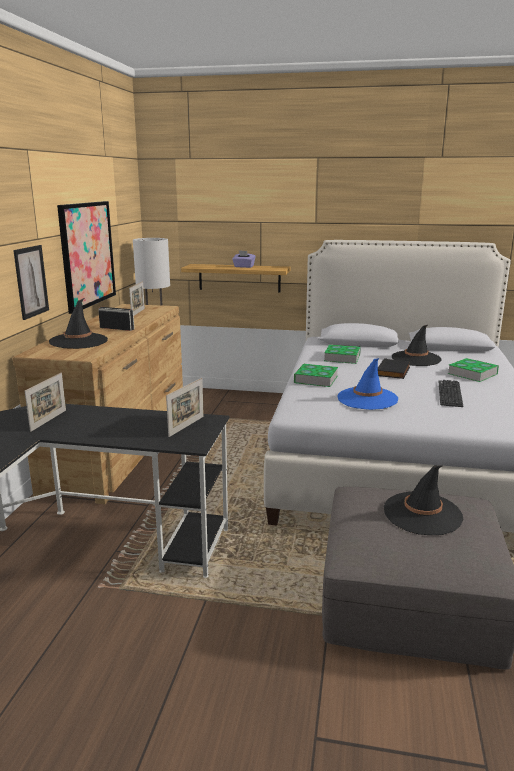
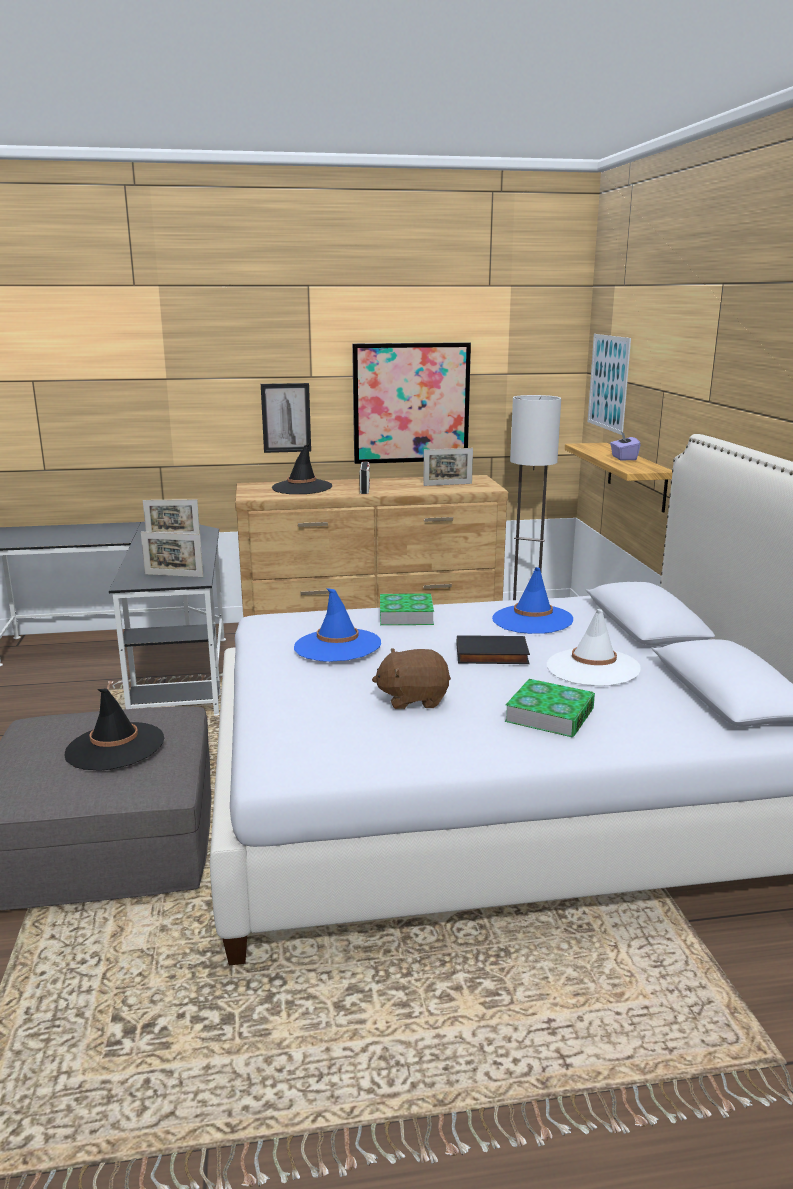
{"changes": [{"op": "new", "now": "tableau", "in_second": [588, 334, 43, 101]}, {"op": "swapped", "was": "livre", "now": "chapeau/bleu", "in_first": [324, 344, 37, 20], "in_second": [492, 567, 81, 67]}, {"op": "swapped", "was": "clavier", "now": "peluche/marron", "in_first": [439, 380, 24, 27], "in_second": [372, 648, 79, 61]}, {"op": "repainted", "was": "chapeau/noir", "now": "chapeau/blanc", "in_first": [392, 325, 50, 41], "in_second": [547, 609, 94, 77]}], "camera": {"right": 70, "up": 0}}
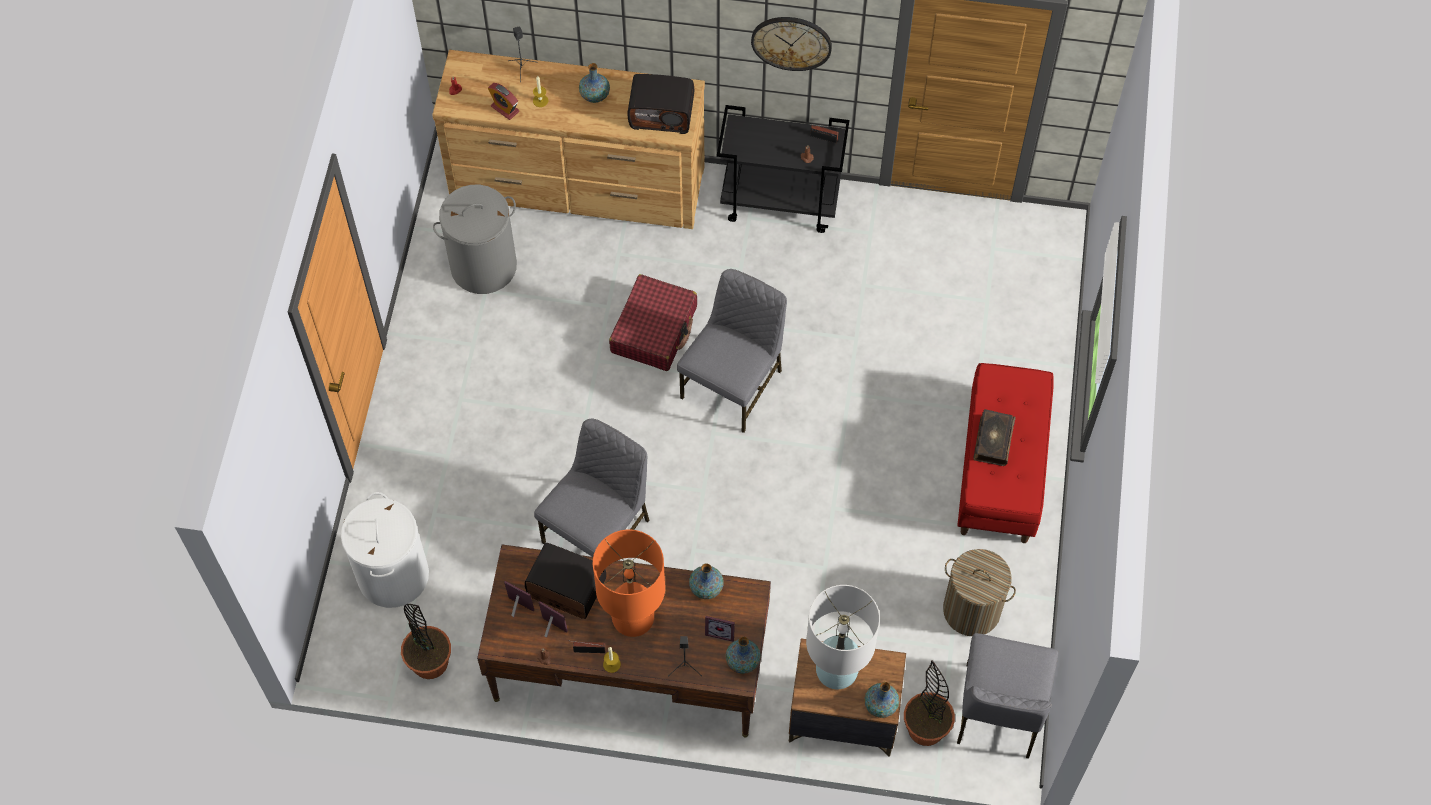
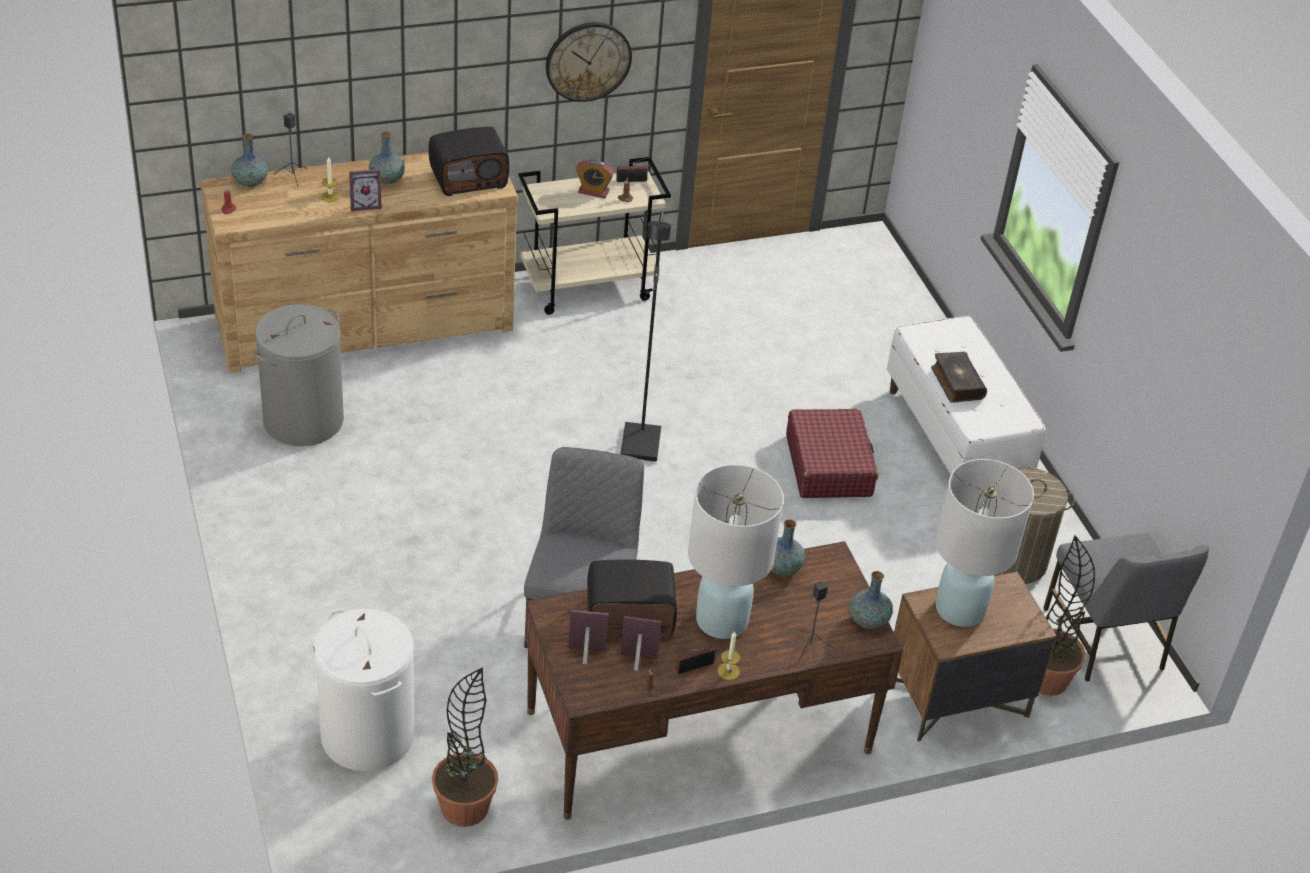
{"changes": [{"op": "shifted", "was": "réveil", "in_first": [488, 83, 31, 37], "in_second": [576, 159, 38, 39]}, {"op": "shifted", "was": "valise/rouge", "in_first": [609, 274, 88, 97], "in_second": [786, 408, 92, 90]}, {"op": "shifted", "was": "cadre photo", "in_first": [705, 616, 30, 26], "in_second": [349, 169, 33, 42]}, {"op": "shifted", "was": "vase", "in_first": [864, 682, 35, 36], "in_second": [232, 134, 36, 53]}, {"op": "swapped", "was": "chaise/gris", "now": "lampadaire/noir", "in_first": [677, 269, 110, 164], "in_second": [621, 211, 50, 251]}, {"op": "repainted", "was": "lampe de table/orange", "now": "lampe de table/blanc", "in_first": [593, 530, 72, 107], "in_second": [688, 464, 96, 175]}, {"op": "repainted", "was": "chariot/noir", "now": "chariot/beige", "in_first": [717, 105, 132, 128], "in_second": [518, 157, 153, 158]}, {"op": "repainted", "was": "banc/rouge", "now": "banc/blanc", "in_first": [957, 363, 97, 180], "in_second": [887, 316, 159, 158]}], "camera": {"right": -30, "up": -20}}
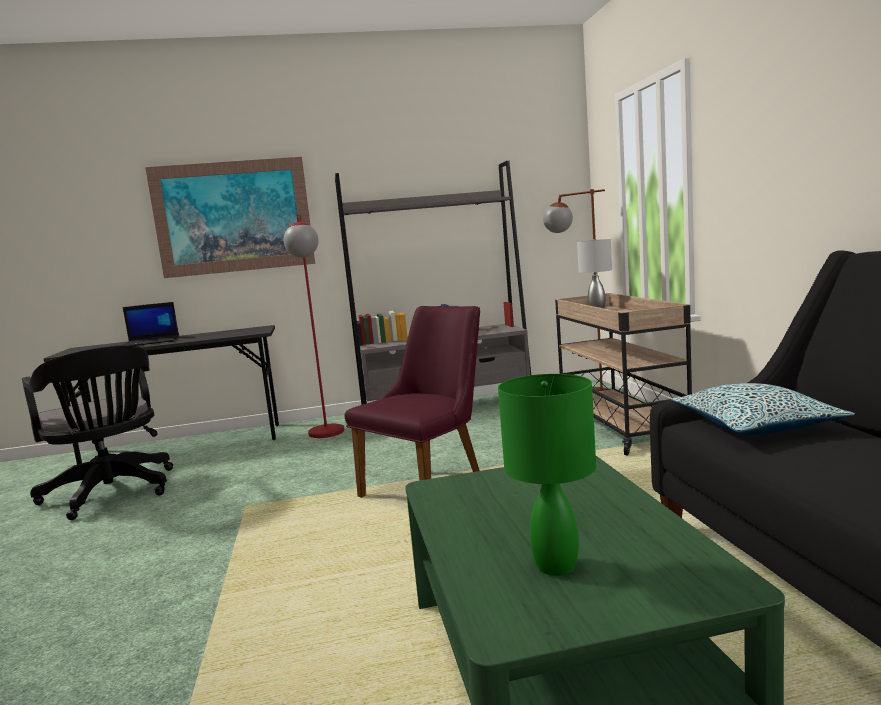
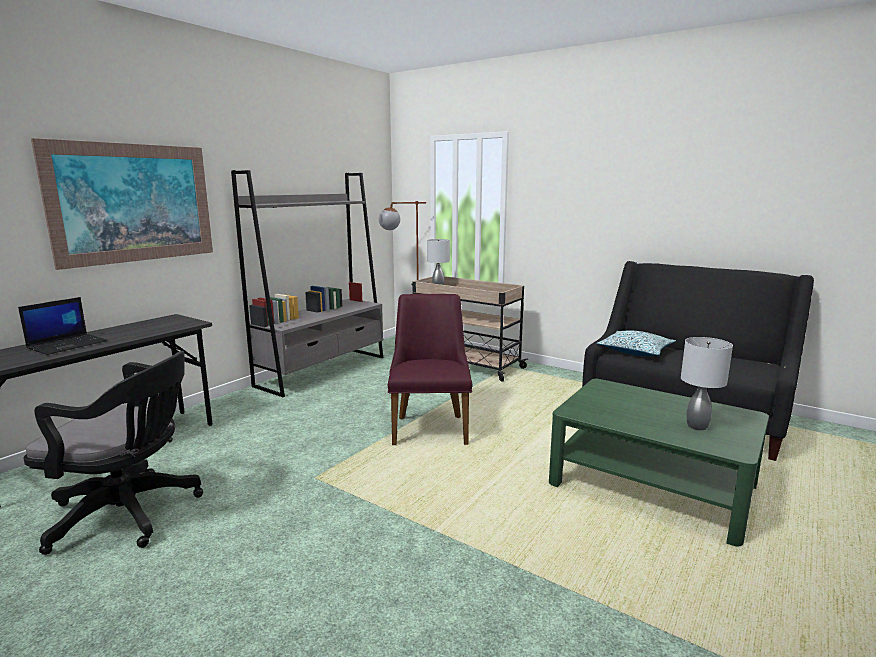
{"changes": [{"op": "gone", "was": "lampadaire/rouge", "in_first": [284, 214, 60, 224]}, {"op": "repainted", "was": "lampe de table/vert", "now": "lampe de table/gris", "in_first": [498, 374, 98, 202], "in_second": [681, 337, 52, 93]}], "camera": {"right": -45, "up": 5}}
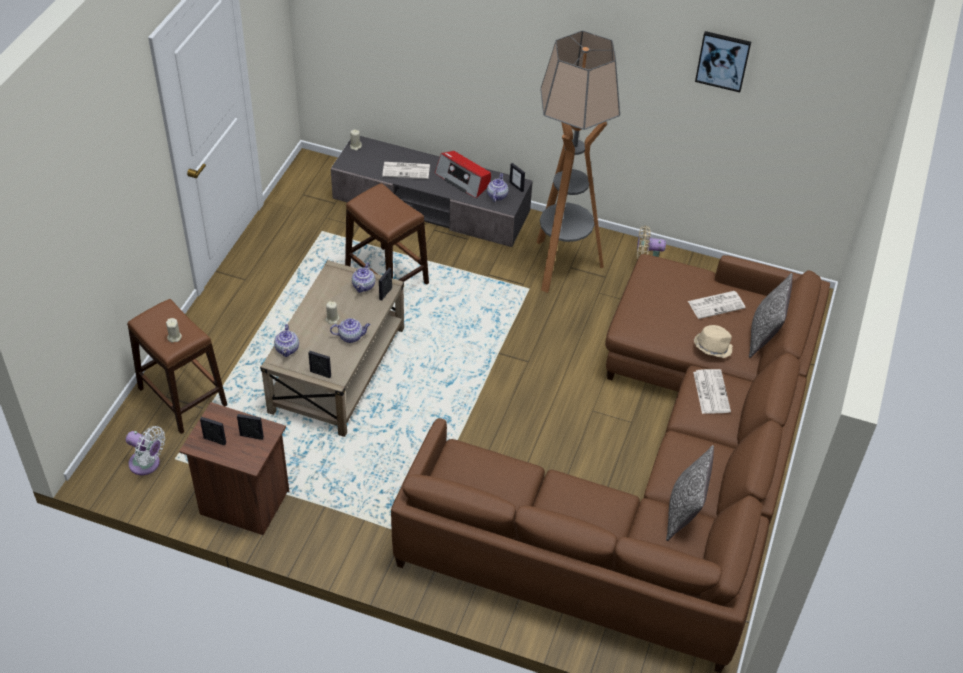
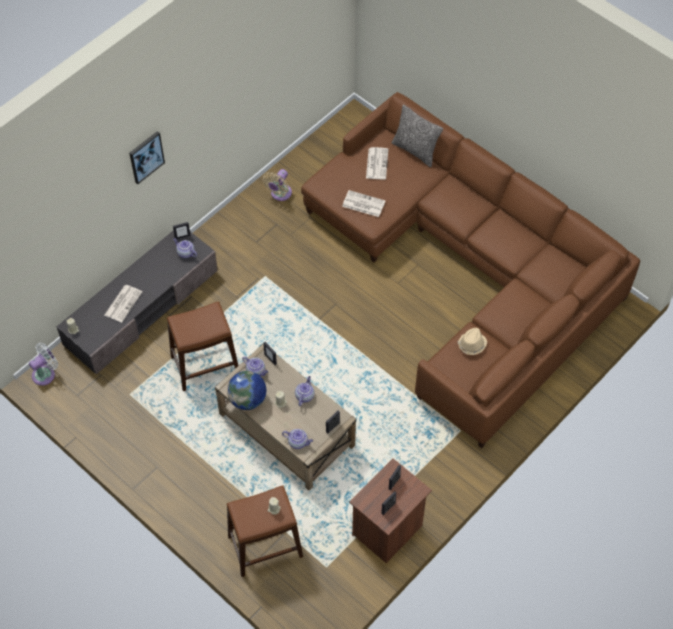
{"changes": [{"op": "gone", "was": "radio", "in_first": [435, 151, 56, 47]}, {"op": "gone", "was": "lampadaire", "in_first": [537, 31, 83, 262]}, {"op": "gone", "was": "coussin", "in_first": [666, 445, 48, 96]}, {"op": "new", "now": "globe", "in_second": [227, 371, 39, 39]}, {"op": "shifted", "was": "ventilateur/blanc", "in_first": [126, 426, 39, 49], "in_second": [29, 343, 29, 43]}, {"op": "shifted", "was": "journal", "in_first": [693, 369, 38, 45], "in_second": [342, 190, 43, 27]}, {"op": "shifted", "was": "chapeau/beige", "in_first": [694, 325, 39, 33], "in_second": [457, 328, 30, 27]}, {"op": "shifted", "was": "tableau", "in_first": [695, 31, 56, 61], "in_second": [129, 131, 36, 53]}], "camera": {"right": -65, "up": 10}}
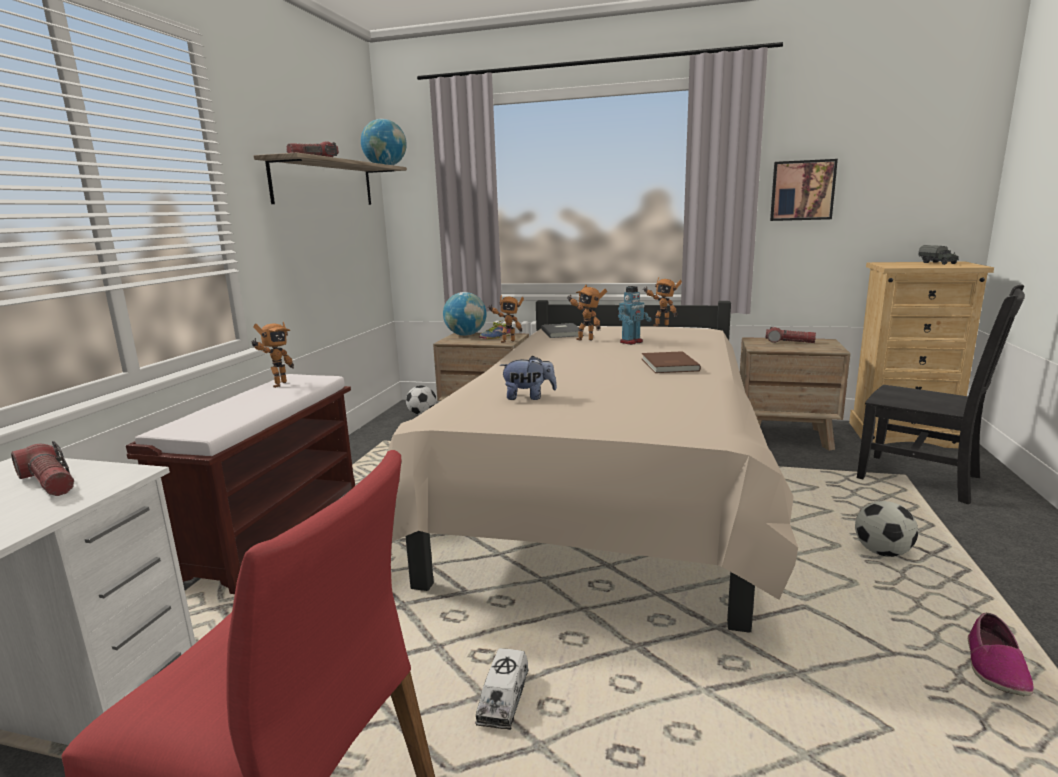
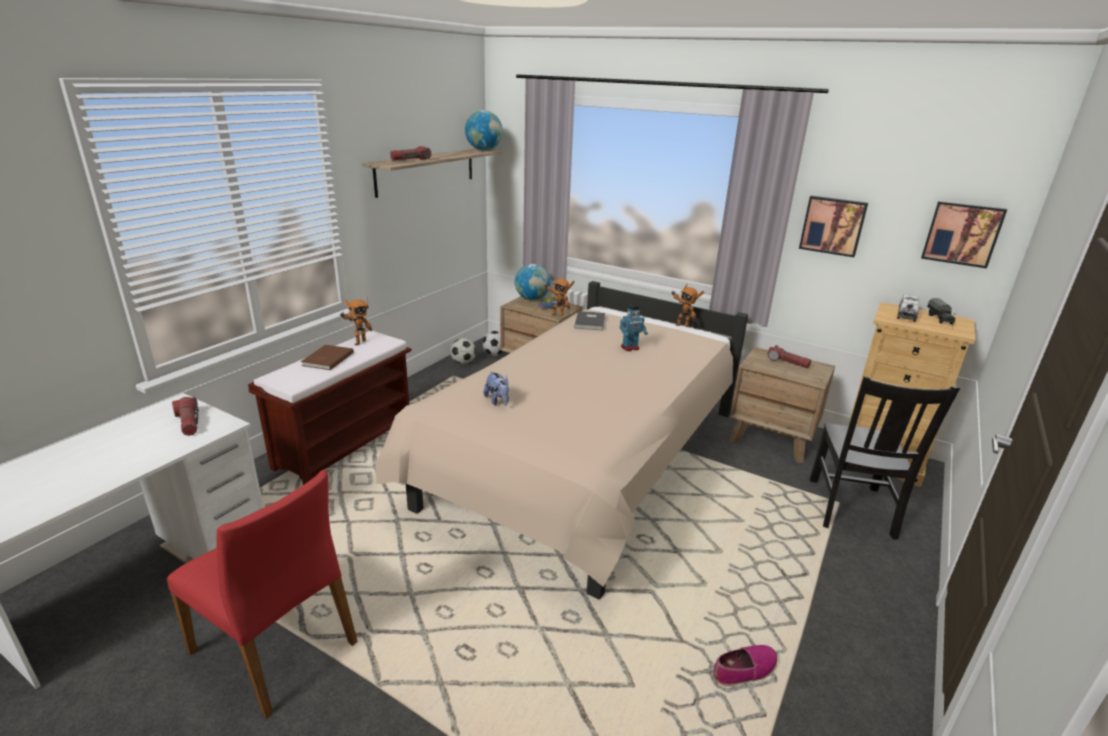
{"changes": [{"op": "gone", "was": "robot jouet", "in_first": [568, 285, 39, 56]}, {"op": "new", "now": "tableau", "in_second": [921, 201, 86, 68]}, {"op": "shifted", "was": "camion jouet", "in_first": [475, 648, 54, 82], "in_second": [897, 295, 22, 27]}, {"op": "shifted", "was": "livre/marron", "in_first": [642, 351, 59, 22], "in_second": [301, 345, 53, 25]}, {"op": "shifted", "was": "ballon de foot", "in_first": [855, 501, 63, 56], "in_second": [450, 338, 26, 26]}, {"op": "rotated", "was": "peluche", "in_first": [500, 355, 57, 45], "in_second": [484, 371, 25, 35], "clockwise": 45}, {"op": "rotated", "was": "chaise/noir", "in_first": [857, 285, 168, 219], "in_second": [810, 376, 150, 164], "clockwise": 45}, {"op": "rotated", "was": "chaussure", "in_first": [968, 613, 66, 83], "in_second": [713, 645, 64, 42], "clockwise": -150}], "camera": {"right": 15, "up": 10}}
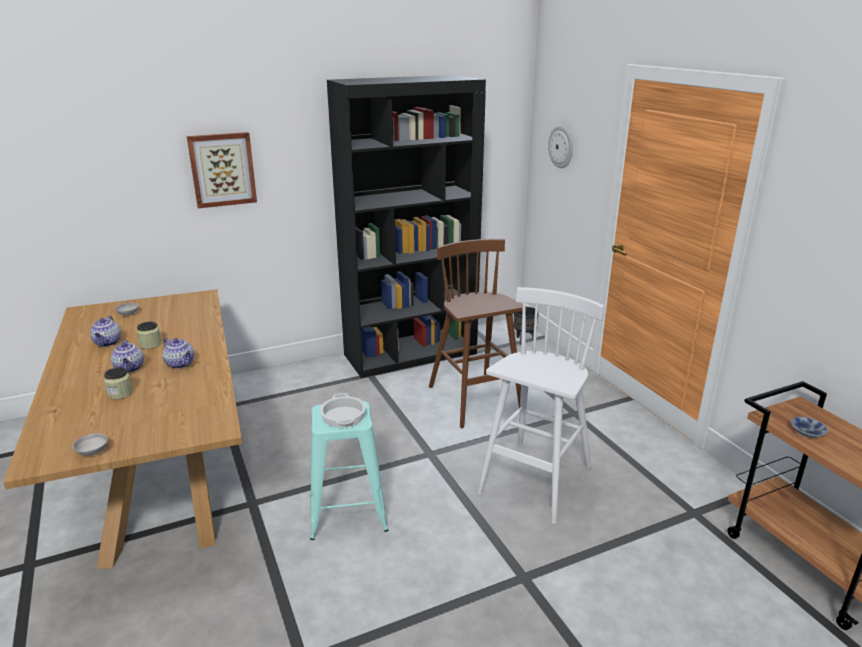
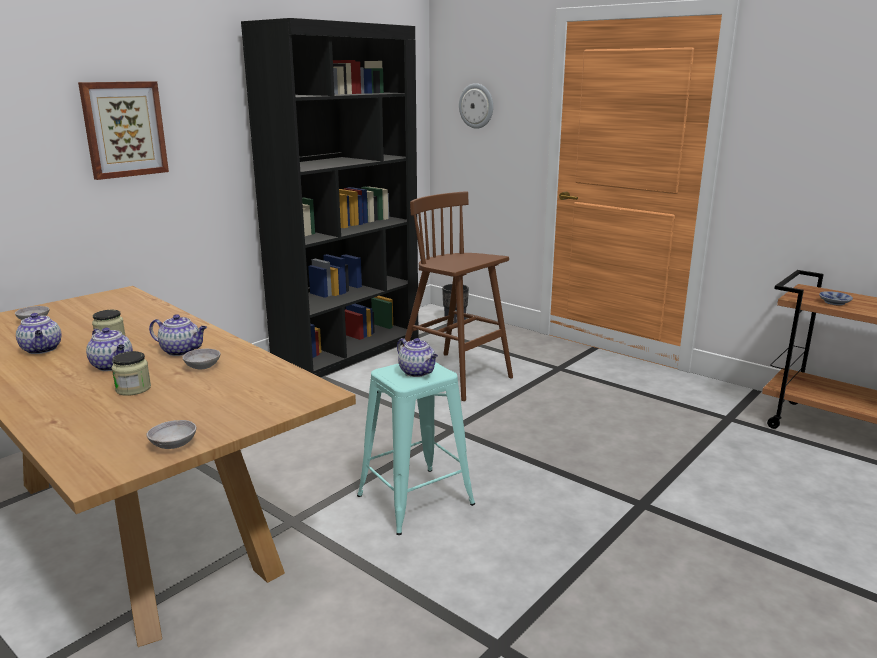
{"changes": [{"op": "gone", "was": "tabouret/blanc", "in_first": [477, 287, 127, 237]}, {"op": "new", "now": "bol/gris", "in_second": [182, 349, 39, 20]}, {"op": "swapped", "was": "marmite", "now": "théière", "in_first": [320, 393, 46, 35], "in_second": [397, 338, 41, 39]}], "camera": {"right": -25, "up": -5}}
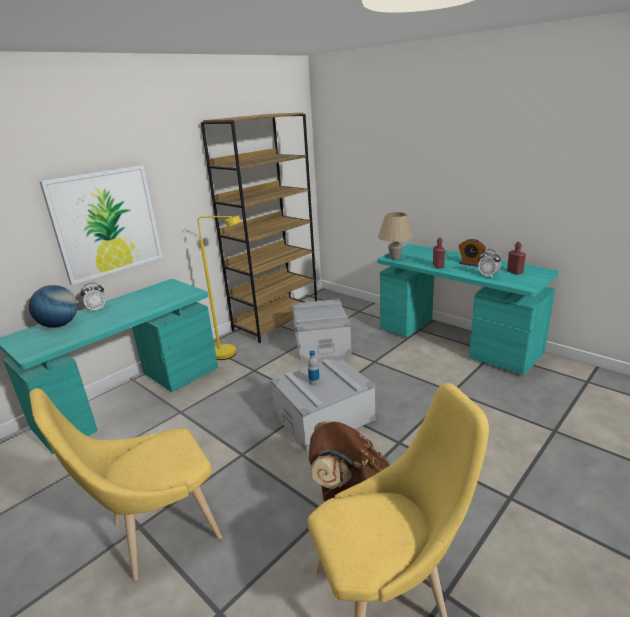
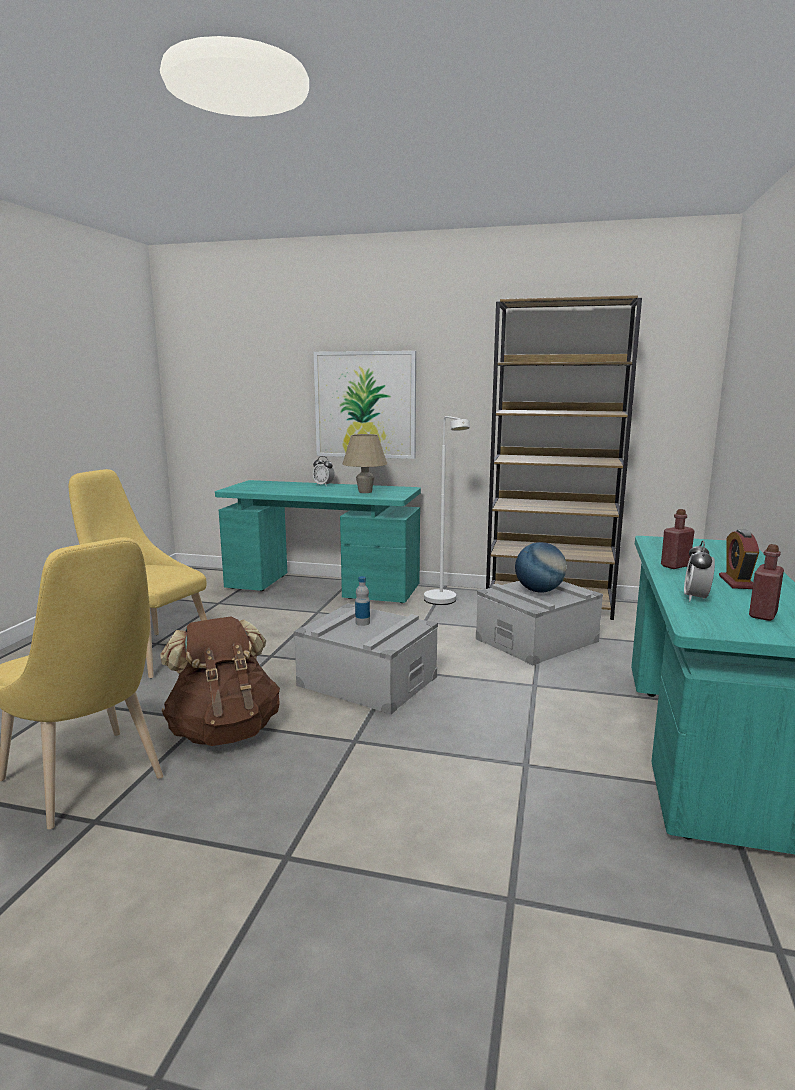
{"changes": [{"op": "shifted", "was": "globe", "in_first": [29, 285, 48, 43], "in_second": [515, 542, 51, 51]}, {"op": "shifted", "was": "lampe de table/beige", "in_first": [378, 212, 36, 48], "in_second": [343, 434, 44, 59]}, {"op": "repainted", "was": "lampadaire/jaune", "now": "lampadaire/blanc", "in_first": [198, 216, 43, 144], "in_second": [424, 416, 46, 189]}], "camera": {"right": 60, "up": -10}}
